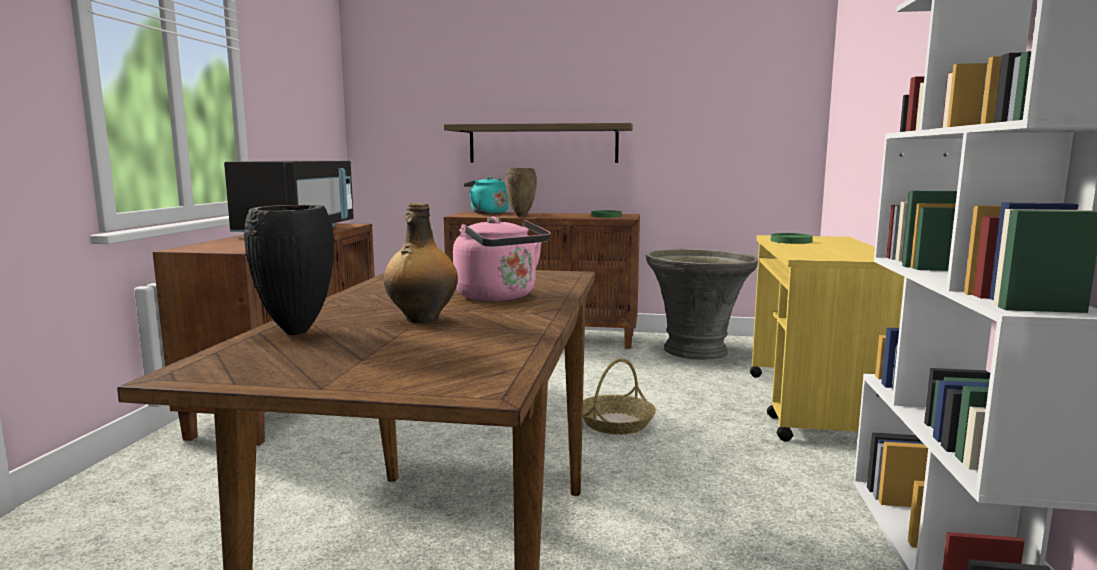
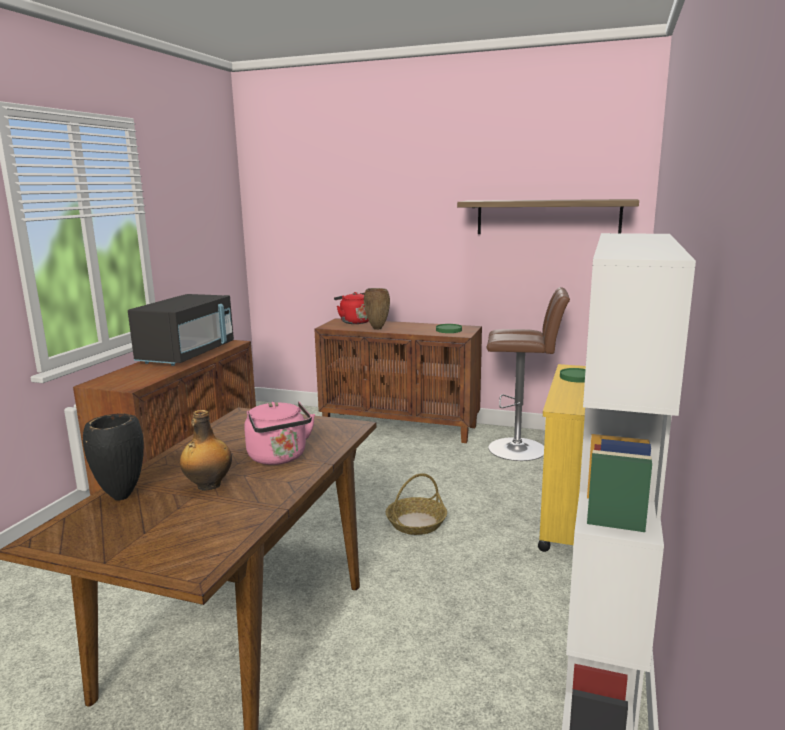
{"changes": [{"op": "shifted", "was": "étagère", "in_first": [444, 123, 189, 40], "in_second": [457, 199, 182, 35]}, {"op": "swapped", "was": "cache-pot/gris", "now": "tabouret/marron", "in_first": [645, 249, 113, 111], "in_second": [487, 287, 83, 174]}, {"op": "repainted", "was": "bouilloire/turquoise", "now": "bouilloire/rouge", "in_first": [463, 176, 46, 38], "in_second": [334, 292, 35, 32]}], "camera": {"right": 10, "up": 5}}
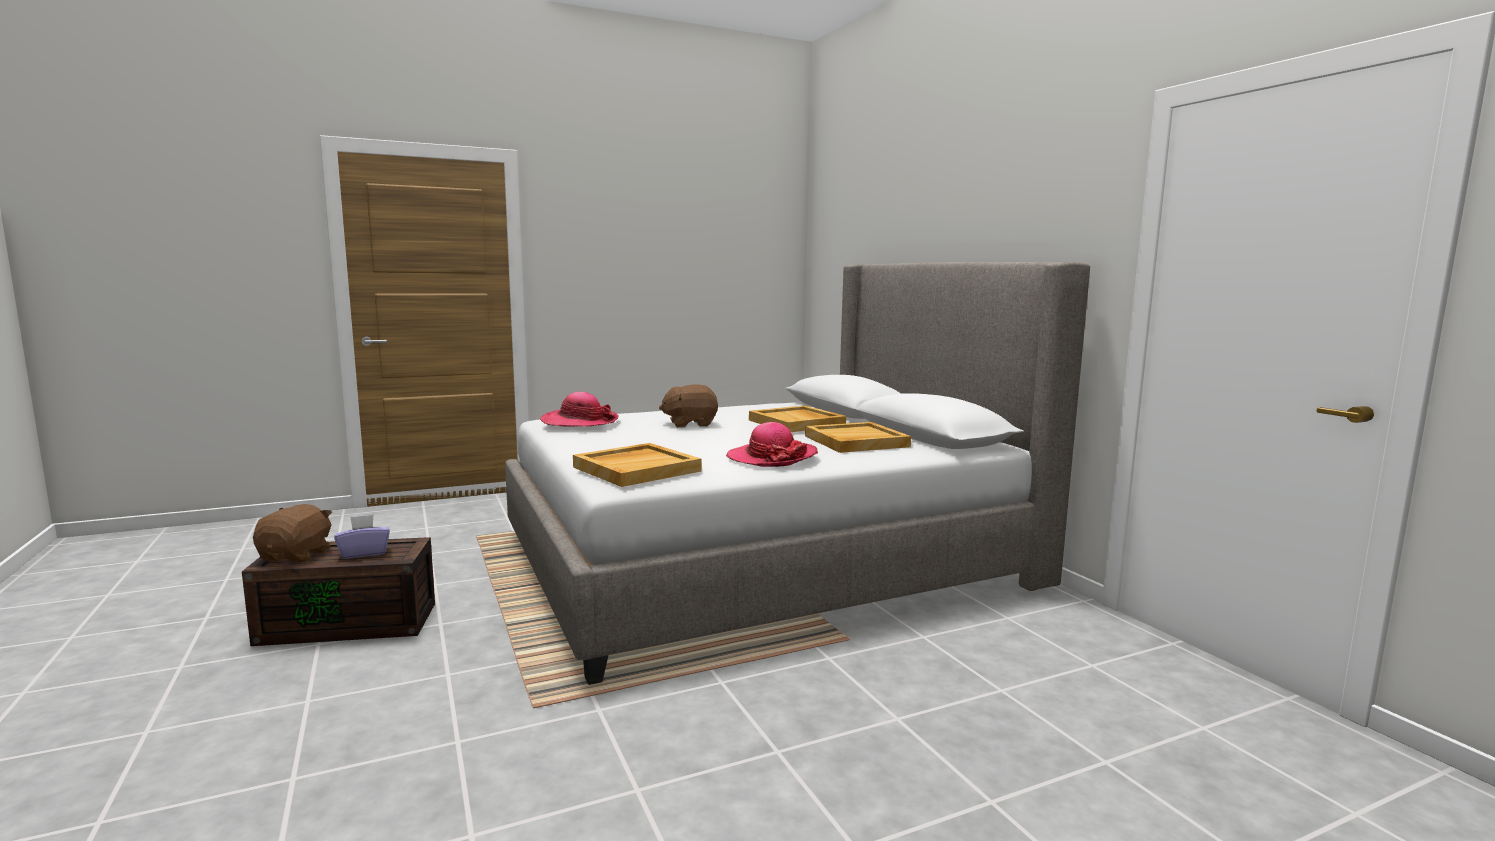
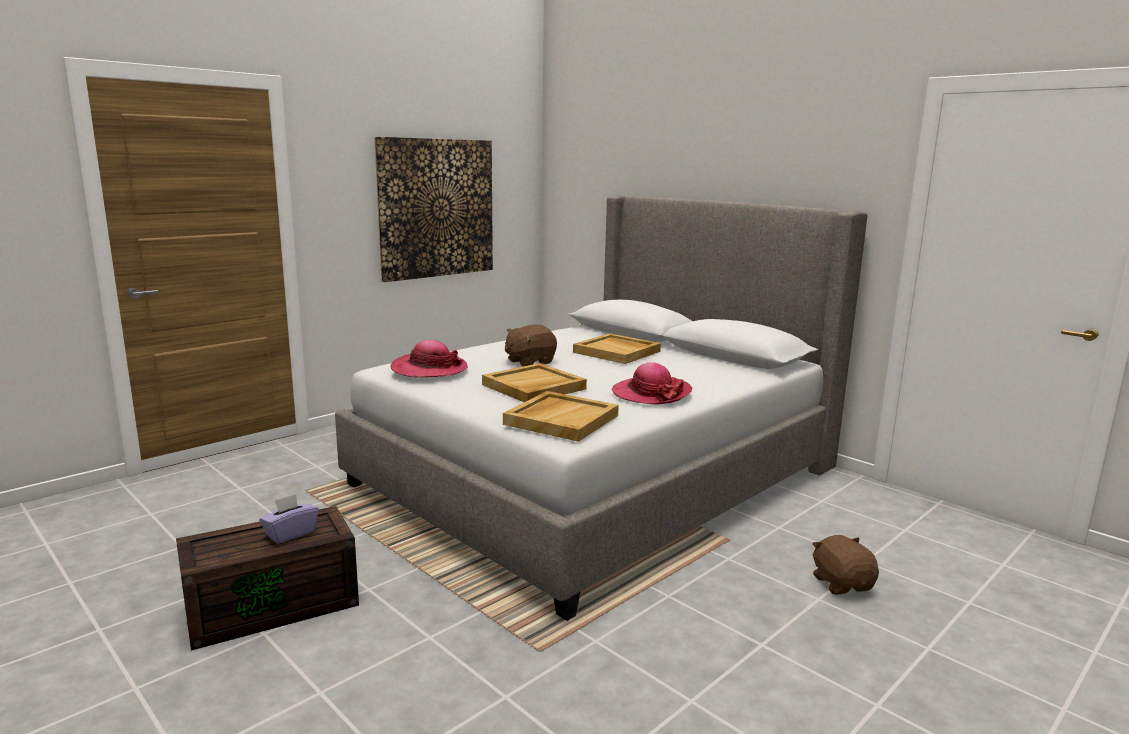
{"changes": [{"op": "new", "now": "tableau", "in_second": [374, 137, 119, 145]}, {"op": "shifted", "was": "peluche/marron", "in_first": [253, 504, 79, 59], "in_second": [812, 535, 67, 60]}, {"op": "shifted", "was": "plateau/beige", "in_first": [805, 422, 106, 31], "in_second": [482, 363, 105, 39]}], "camera": {"right": -20, "up": 5}}
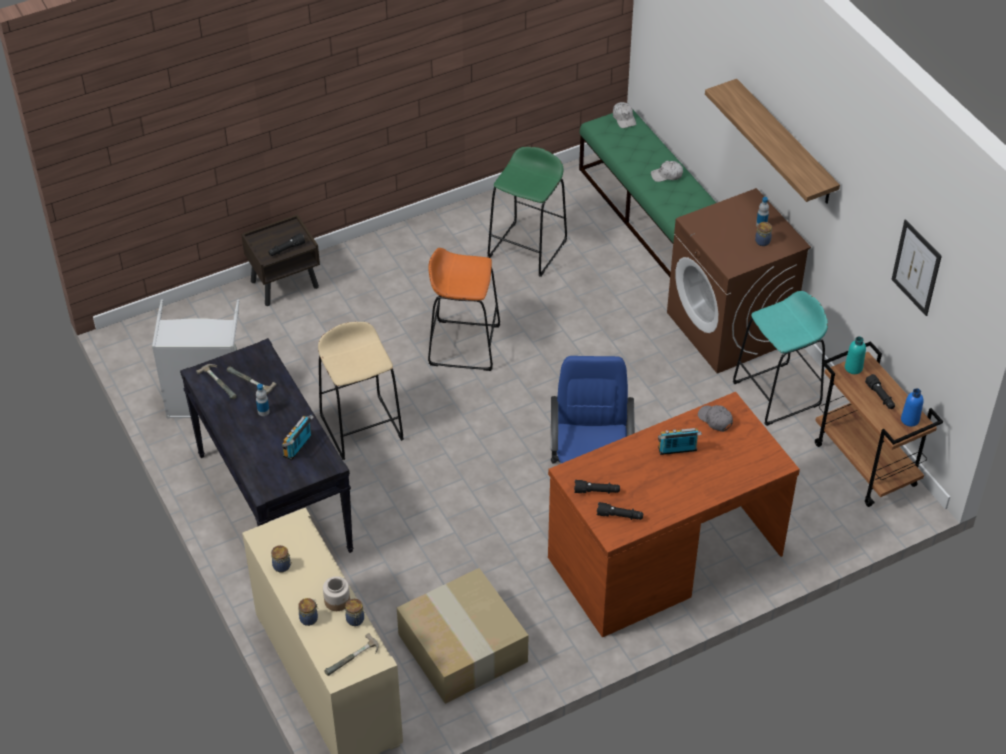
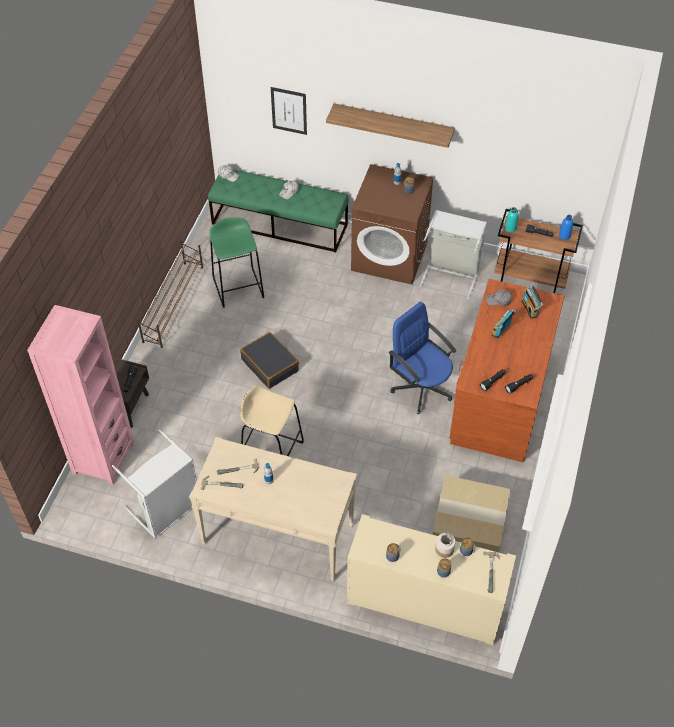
{"changes": [{"op": "new", "now": "bibliothèque/rose", "in_second": [27, 305, 107, 180]}, {"op": "new", "now": "étagère à chaussures/marron", "in_second": [138, 241, 65, 107]}, {"op": "shifted", "was": "radio", "in_first": [282, 415, 31, 45], "in_second": [521, 284, 23, 35]}, {"op": "shifted", "was": "tableau", "in_first": [891, 219, 51, 97], "in_second": [271, 87, 36, 48]}, {"op": "swapped", "was": "tabouret/orange", "now": "valise/noir", "in_first": [428, 248, 72, 123], "in_second": [240, 332, 59, 57]}, {"op": "swapped", "was": "tabouret/turquoise", "now": "panier à linge/gris", "in_first": [732, 291, 96, 135], "in_second": [420, 210, 67, 89]}, {"op": "repainted", "was": "table console/noir", "now": "table console/beige", "in_first": [180, 338, 174, 215], "in_second": [189, 437, 168, 144]}], "camera": {"right": -45, "up": 5}}
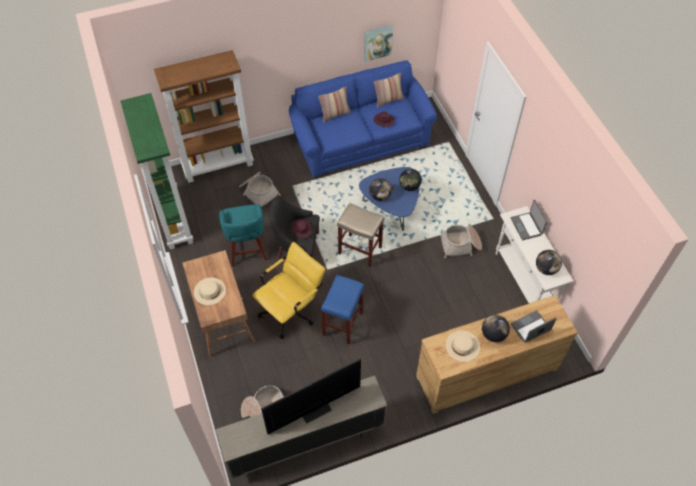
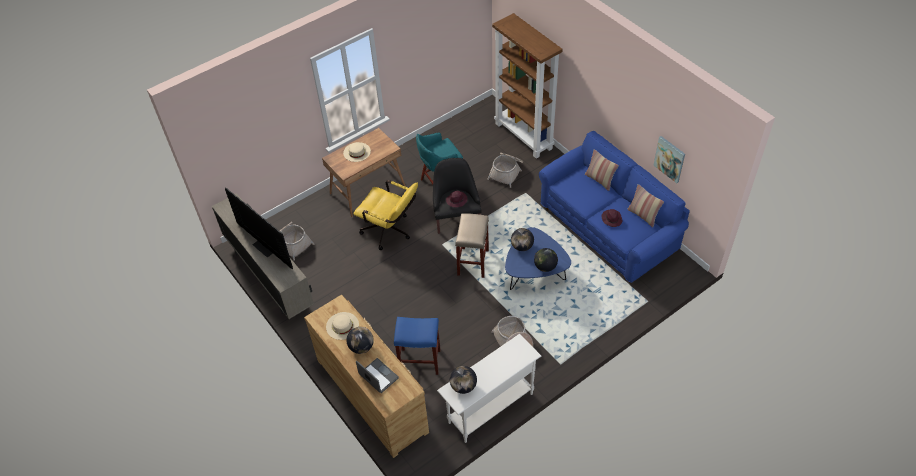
{"changes": [{"op": "gone", "was": "bibliothèque/vert", "in_first": [120, 93, 73, 157]}, {"op": "gone", "was": "ordinateur portable", "in_first": [510, 200, 37, 40]}, {"op": "shifted", "was": "tabouret/bleu", "in_first": [321, 275, 43, 69], "in_second": [394, 317, 47, 58]}], "camera": {"right": 75, "up": -5}}
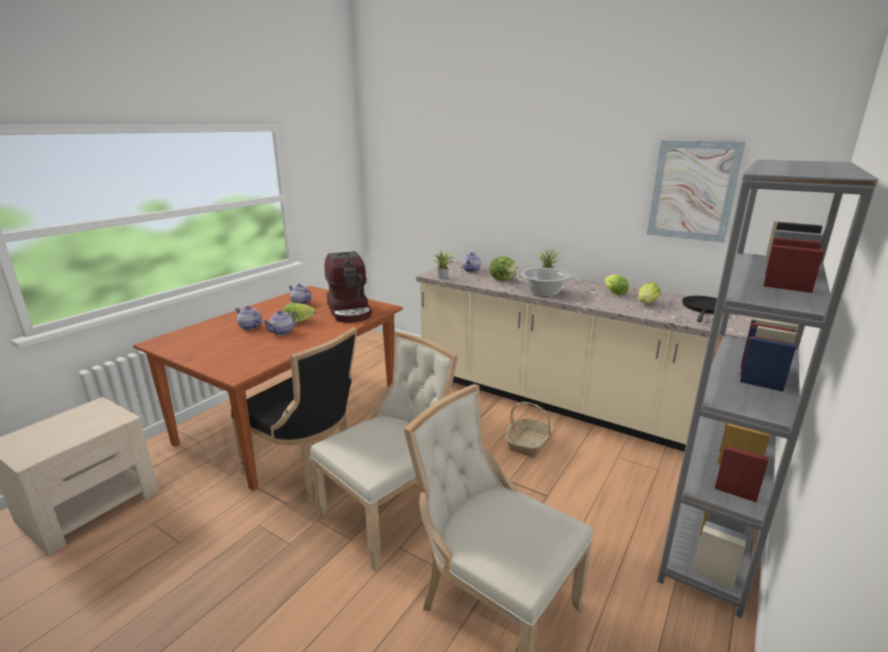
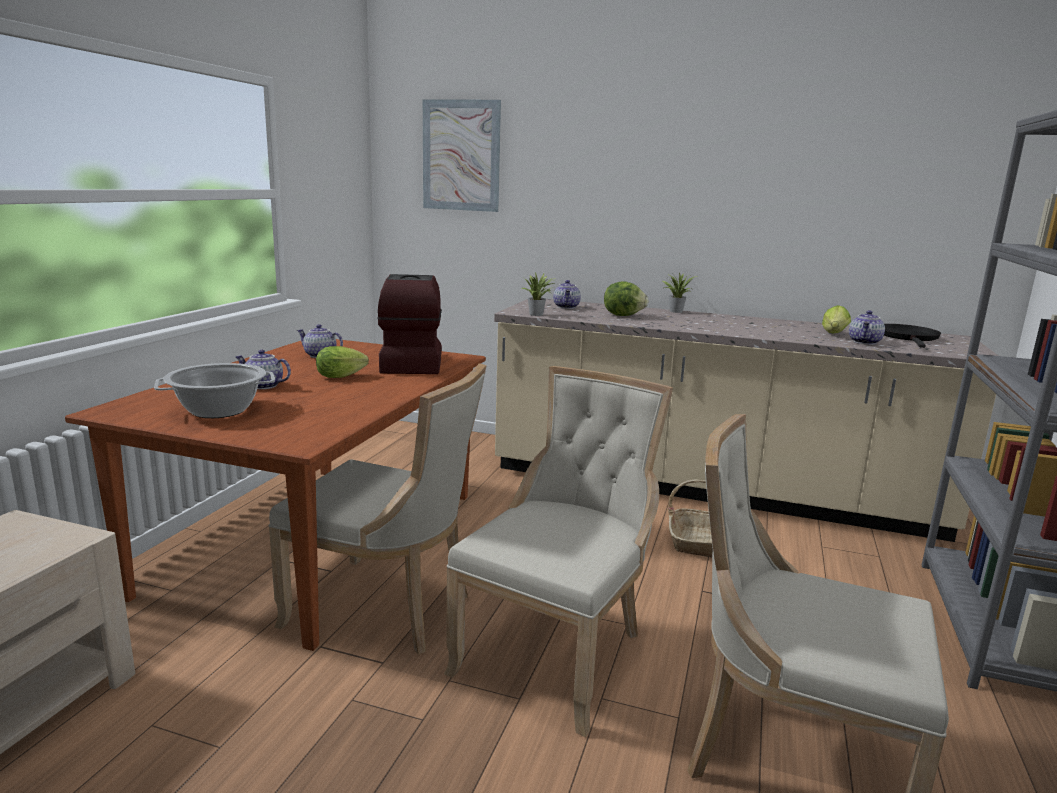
{"changes": [{"op": "gone", "was": "laitue", "in_first": [604, 274, 24, 21]}, {"op": "shifted", "was": "théière", "in_first": [262, 311, 37, 24], "in_second": [849, 310, 36, 35]}, {"op": "shifted", "was": "marmite", "in_first": [516, 268, 59, 29], "in_second": [154, 363, 121, 55]}, {"op": "shifted", "was": "tableau", "in_first": [647, 140, 98, 102], "in_second": [423, 99, 78, 113]}, {"op": "repainted", "was": "chaise/noir", "now": "chaise/beige", "in_first": [231, 327, 126, 174], "in_second": [268, 363, 219, 292]}, {"op": "rotated", "was": "machine à café", "in_first": [324, 251, 48, 72], "in_second": [377, 274, 65, 100], "clockwise": -150}], "camera": {"right": -15, "up": -5}}
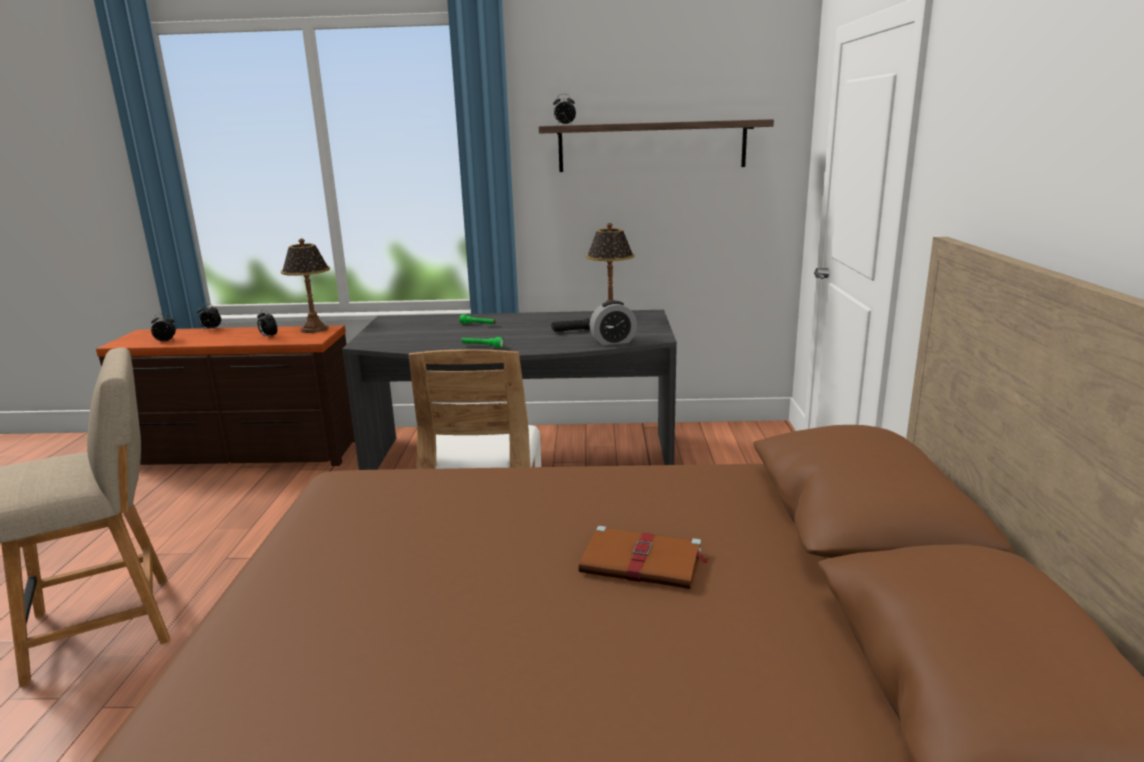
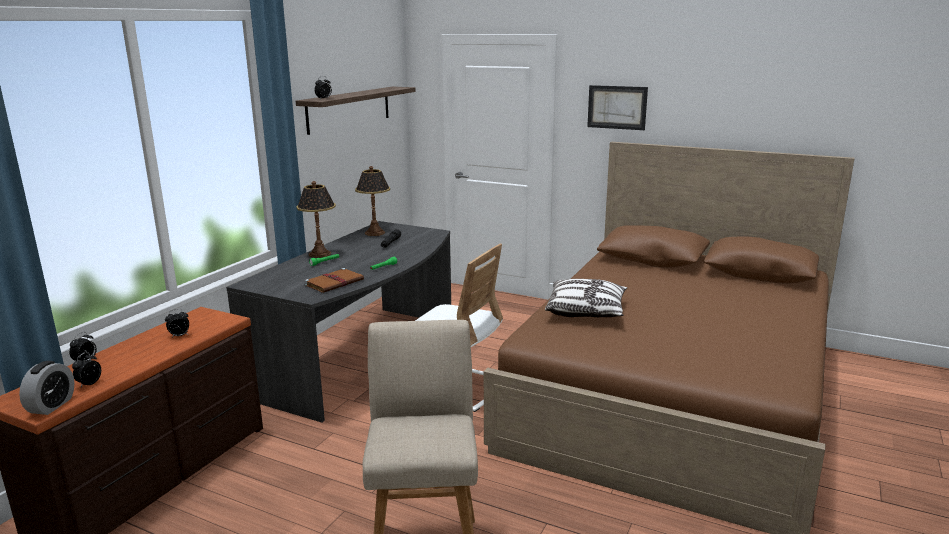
{"changes": [{"op": "new", "now": "coussin", "in_second": [545, 279, 82, 38]}, {"op": "new", "now": "tableau", "in_second": [587, 85, 61, 45]}, {"op": "shifted", "was": "lampe de table", "in_first": [281, 239, 49, 94], "in_second": [296, 181, 40, 77]}, {"op": "shifted", "was": "livre/marron", "in_first": [579, 526, 130, 63], "in_second": [304, 268, 60, 25]}, {"op": "shifted", "was": "réveil", "in_first": [589, 301, 48, 44], "in_second": [19, 361, 56, 54]}], "camera": {"right": -65, "up": 0}}
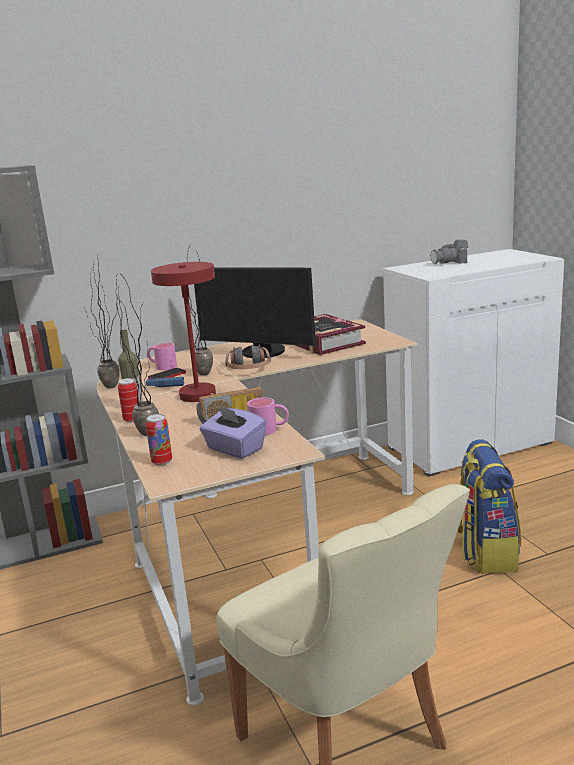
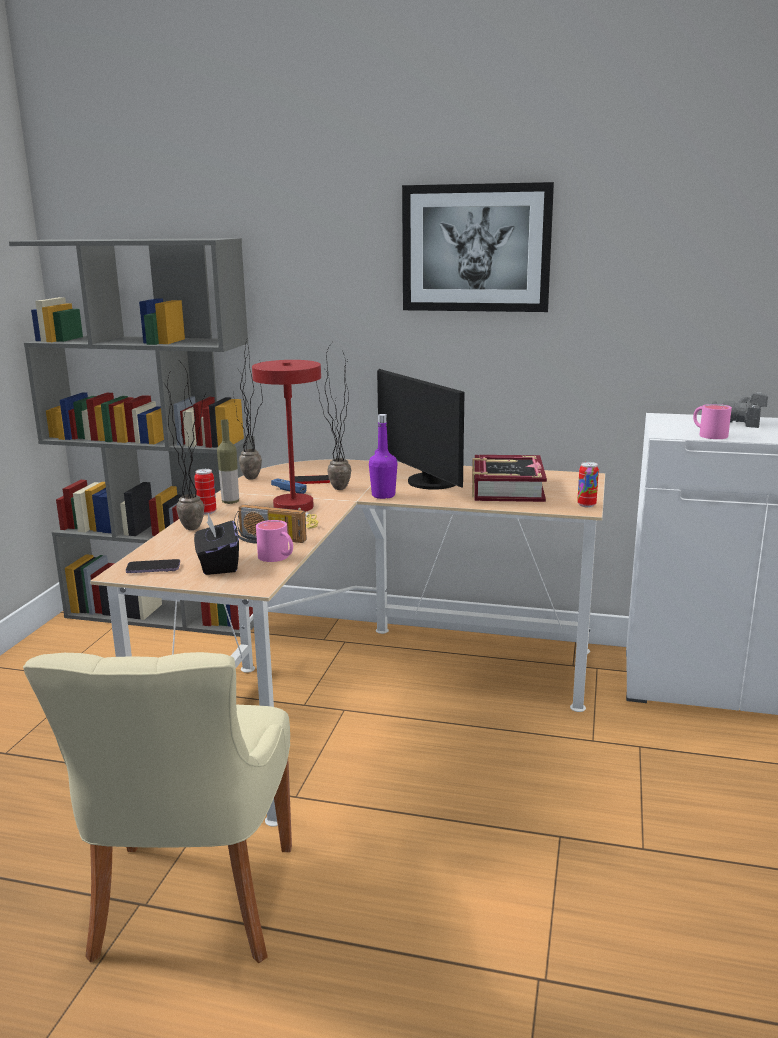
{"changes": [{"op": "gone", "was": "sac à dos", "in_first": [457, 439, 64, 135]}, {"op": "new", "now": "téléphone", "in_second": [126, 559, 54, 14]}, {"op": "new", "now": "tableau", "in_second": [402, 182, 152, 130]}, {"op": "shifted", "was": "boîte métallique", "in_first": [146, 414, 26, 52], "in_second": [577, 462, 22, 45]}, {"op": "shifted", "was": "mug/rose", "in_first": [147, 342, 30, 28], "in_second": [693, 404, 39, 35]}, {"op": "swapped", "was": "casque audio", "now": "bouteille/violet", "in_first": [225, 345, 46, 24], "in_second": [369, 414, 28, 85]}, {"op": "repainted", "was": "boîte à mouchoirs/violet", "now": "boîte à mouchoirs/noir", "in_first": [200, 405, 66, 54], "in_second": [194, 513, 45, 62]}], "camera": {"right": 35, "up": 0}}
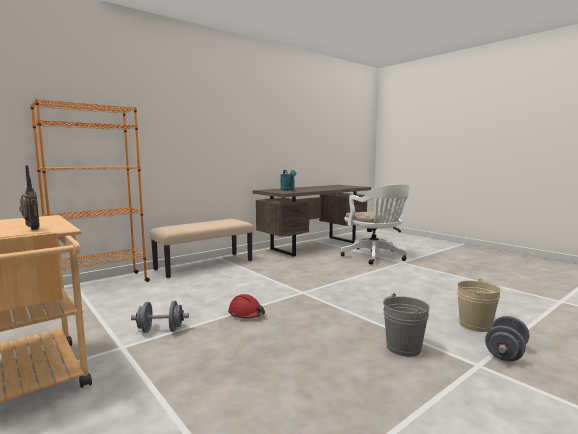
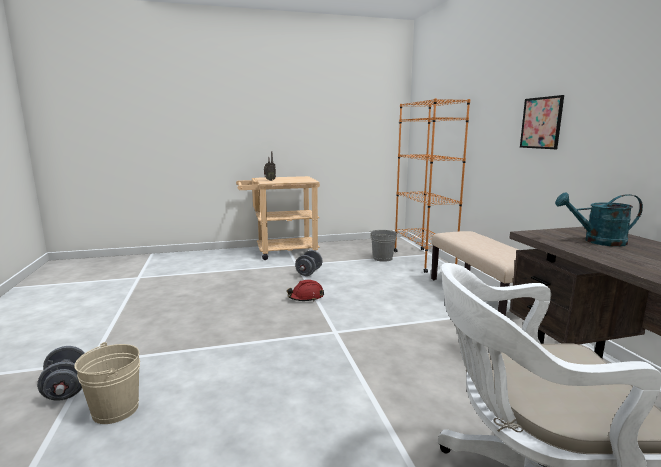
{"changes": [{"op": "new", "now": "tableau", "in_second": [520, 95, 44, 54]}, {"op": "shifted", "was": "seau/gris", "in_first": [383, 293, 47, 64], "in_second": [369, 230, 30, 32]}], "camera": {"right": 115, "up": 5}}
